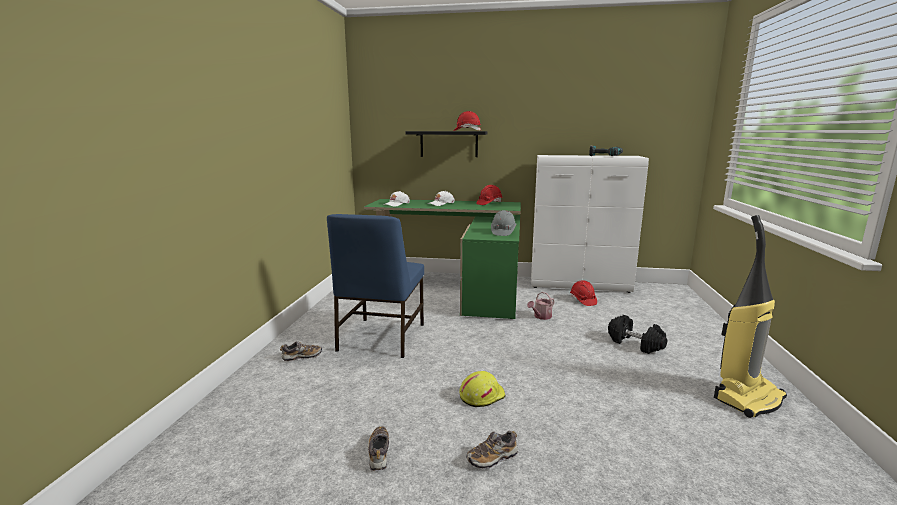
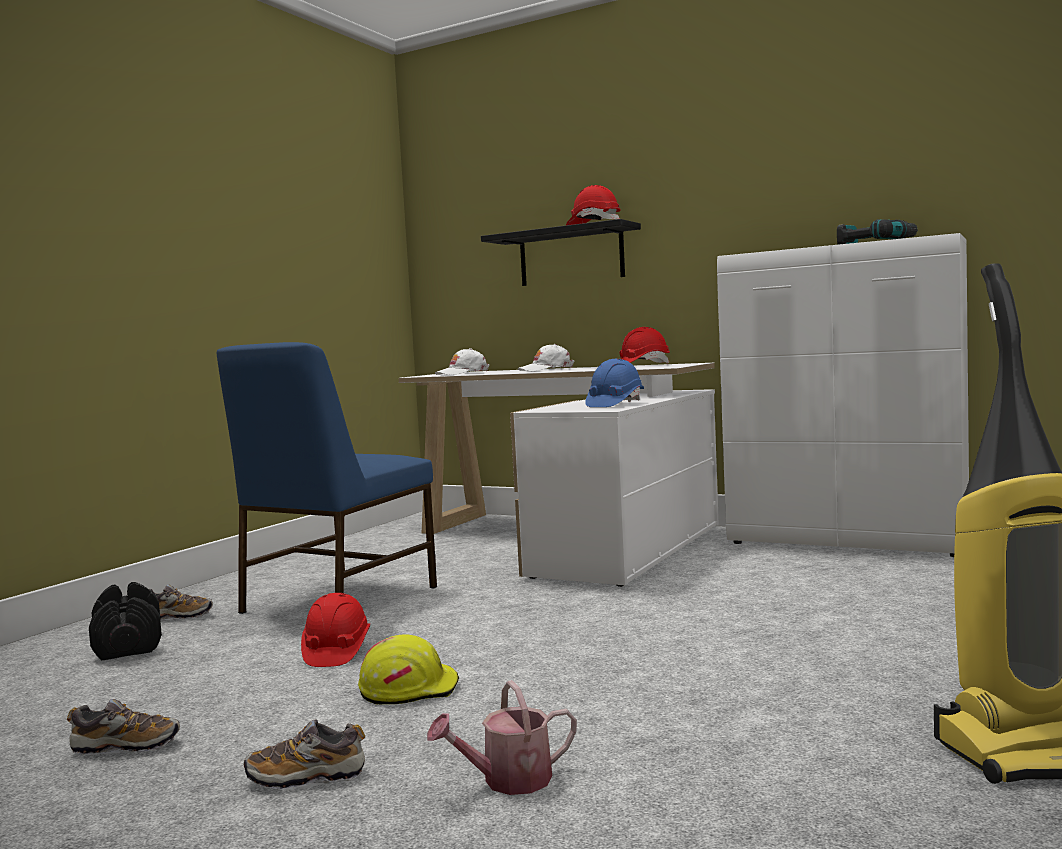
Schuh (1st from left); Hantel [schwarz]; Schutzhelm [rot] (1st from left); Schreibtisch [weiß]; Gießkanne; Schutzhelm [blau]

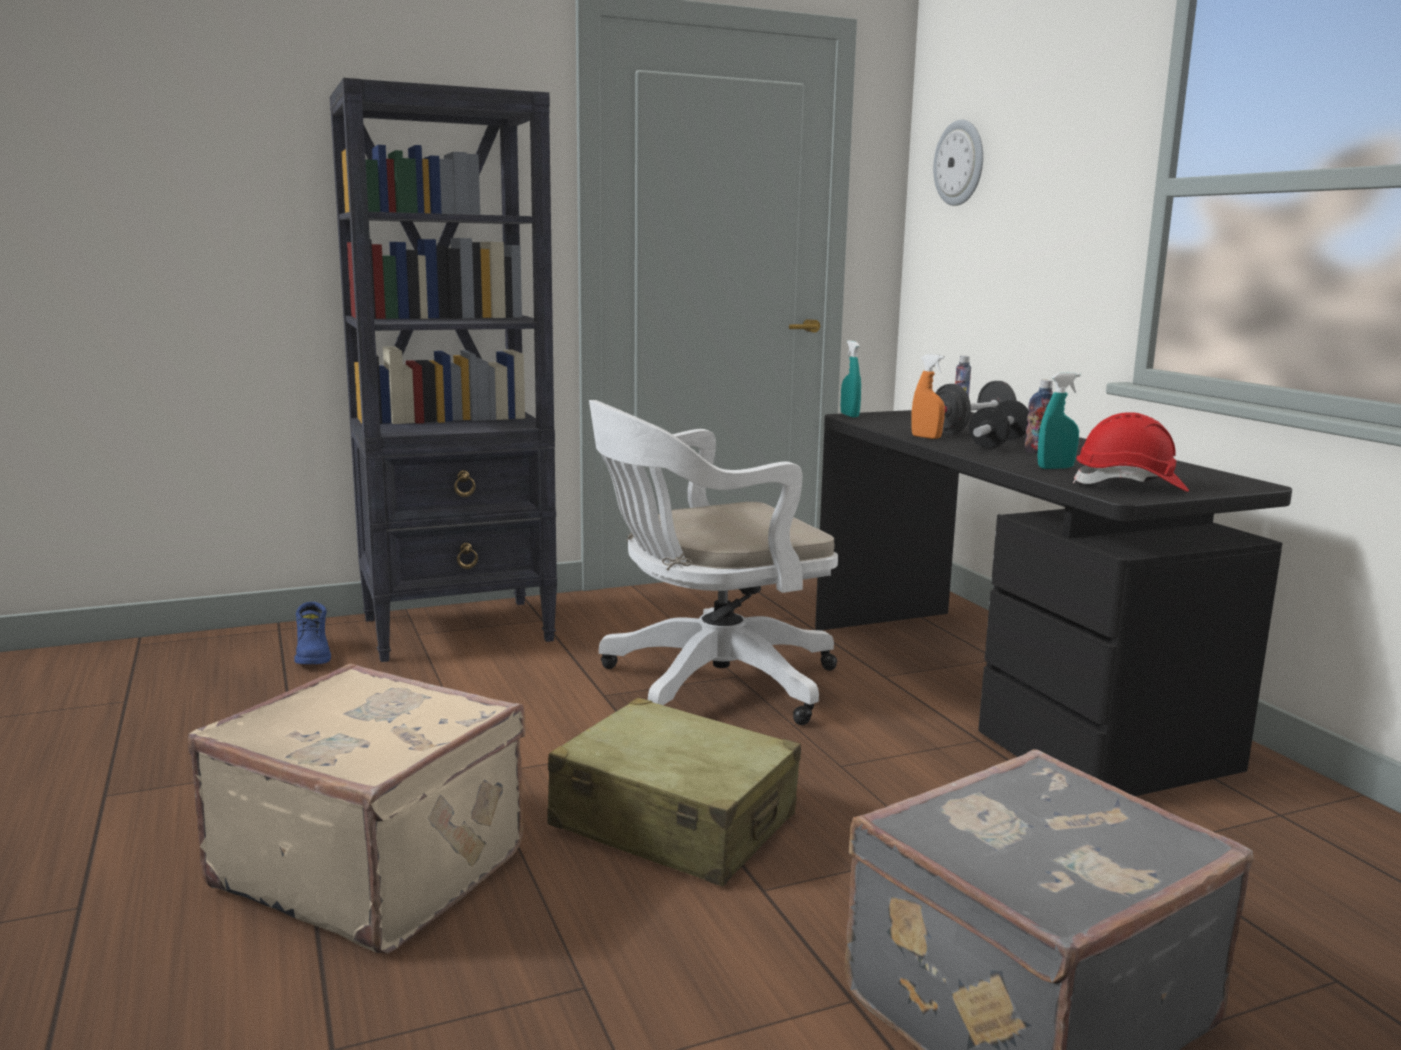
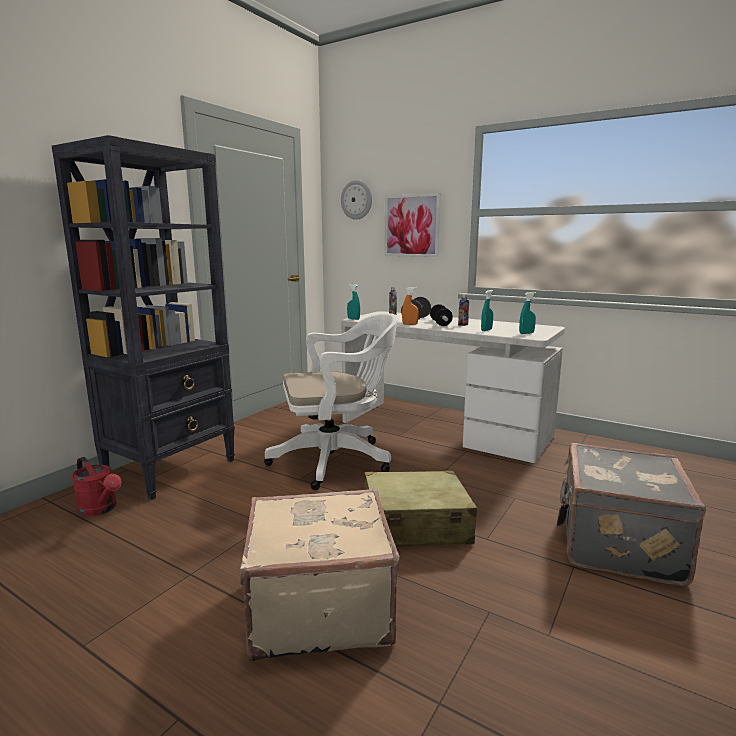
Gießkanne [rot]; Bürostuhl [weiß]; Schreibtisch [weiß]; Bild; Sprühflasche [türkis] (3rd from left)

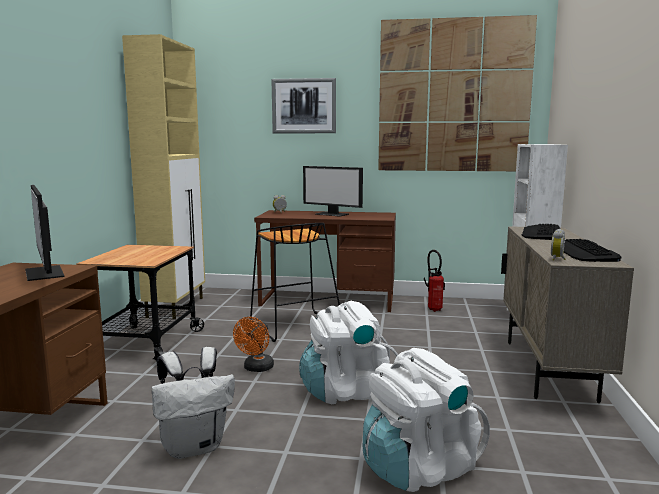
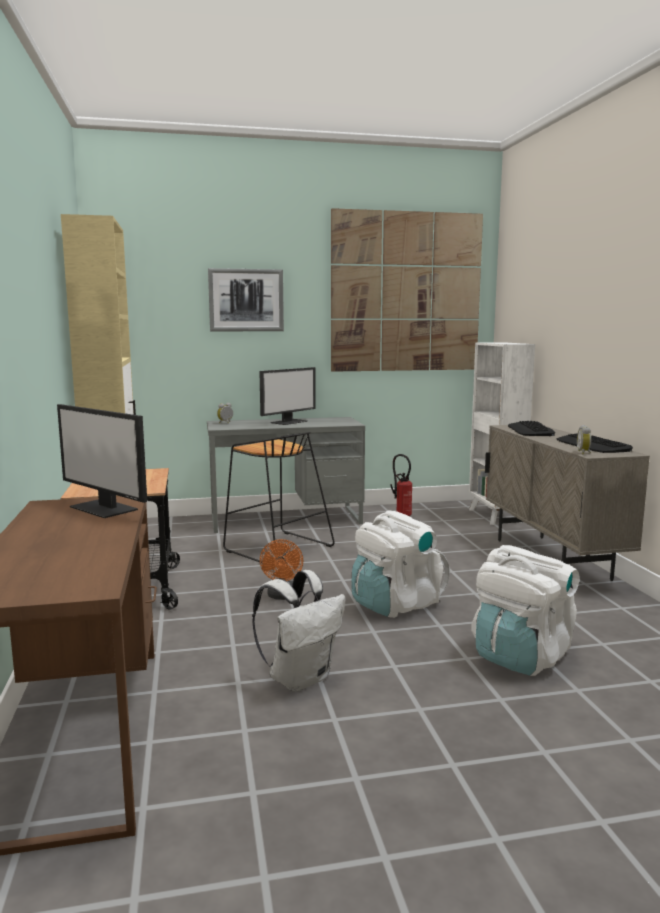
Schreibtisch [grau]; Monitor (2nd from left)

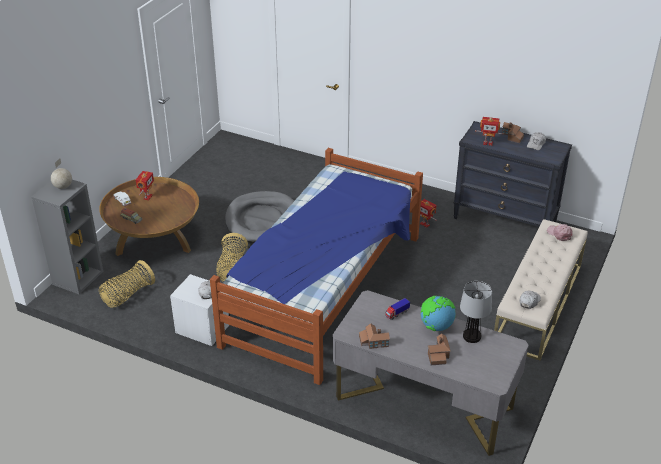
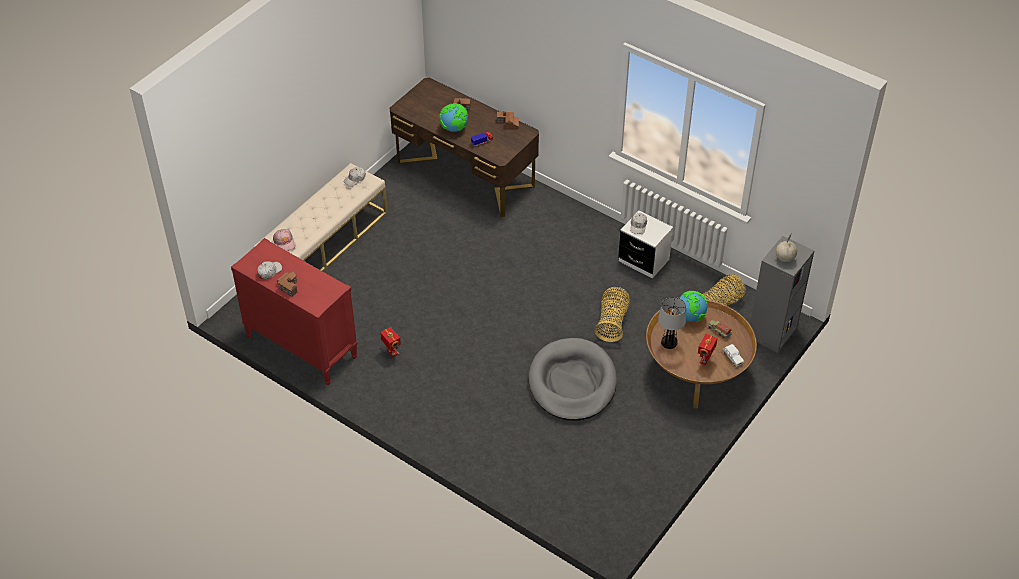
Kommode [rot]; Schreibtisch [braun]; Tischlampe; Globus (2nd from left); Bett; Spielzeugroboter (3rd from left in the first image)

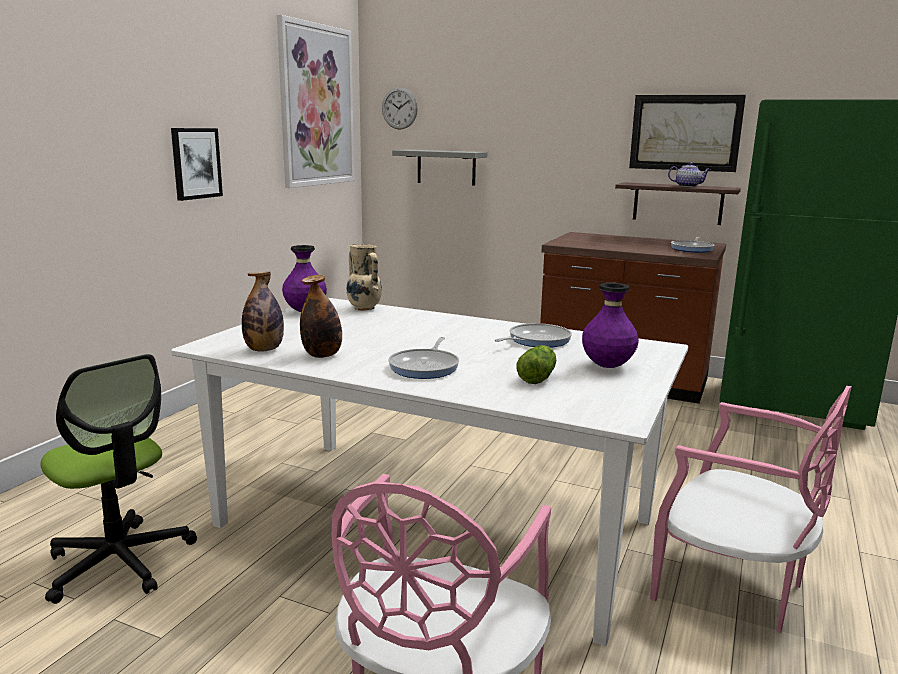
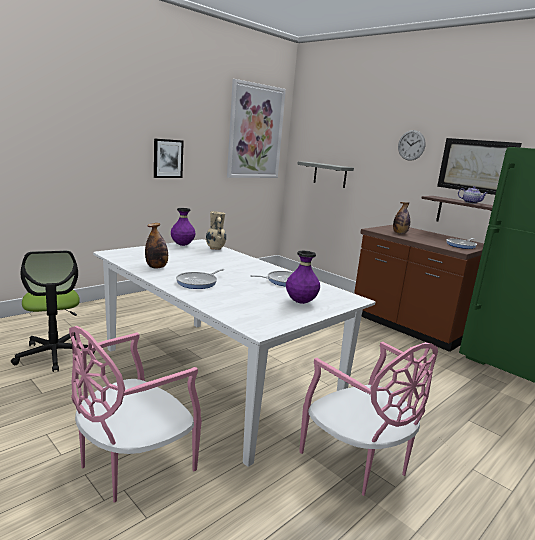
Flasche (2nd from left); Wanduhr; Salatkopf

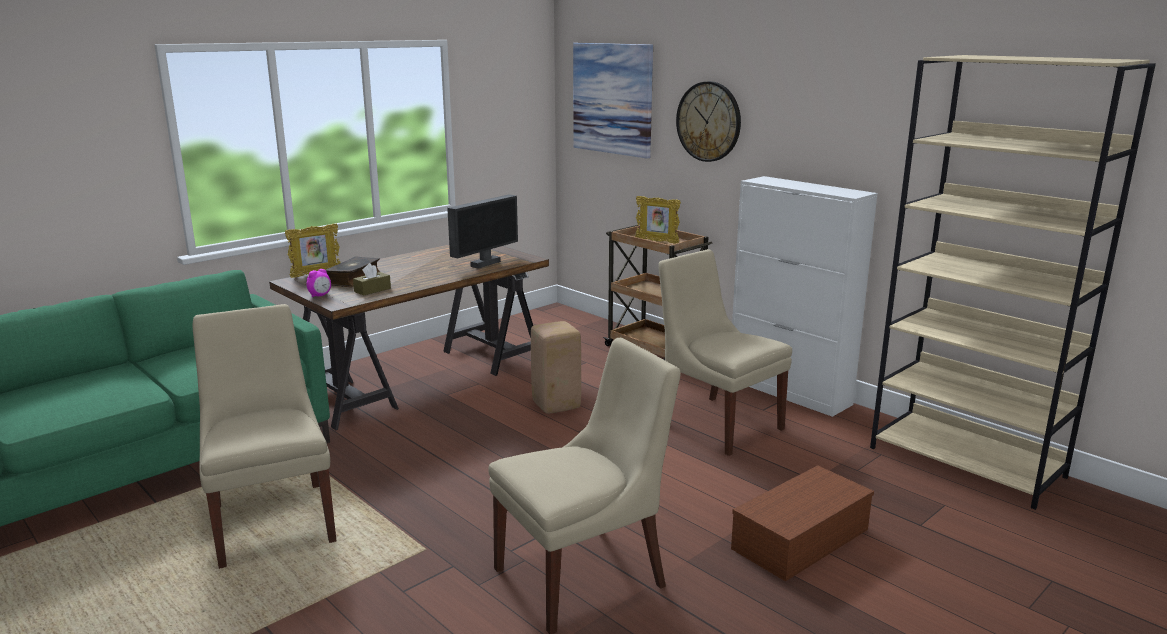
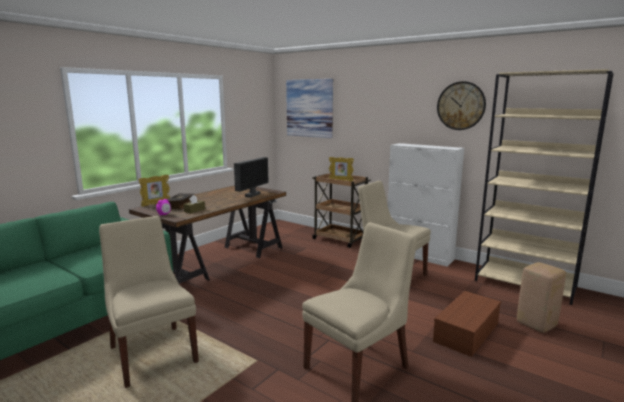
Wanduhr; Hocker [beige]

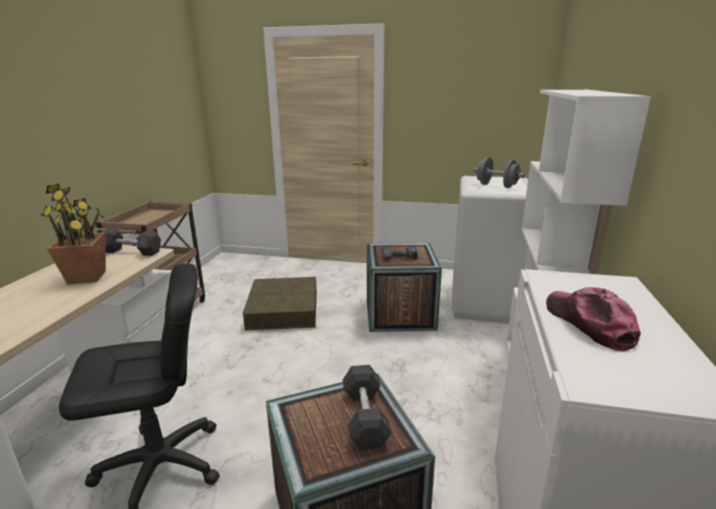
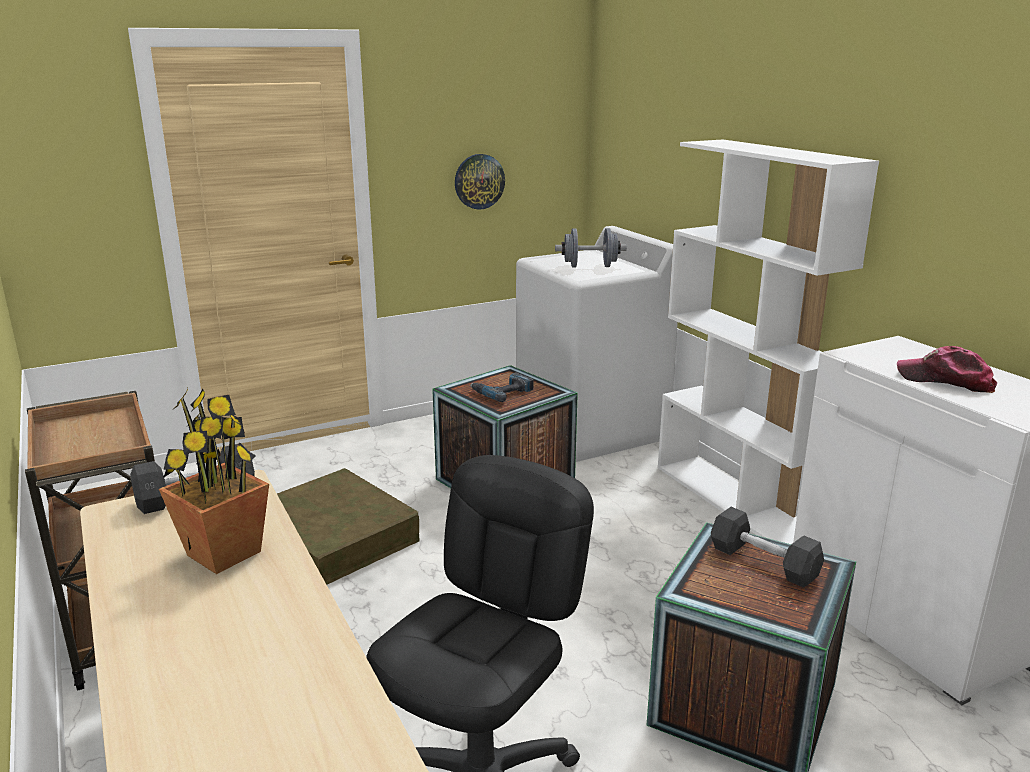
Wanduhr

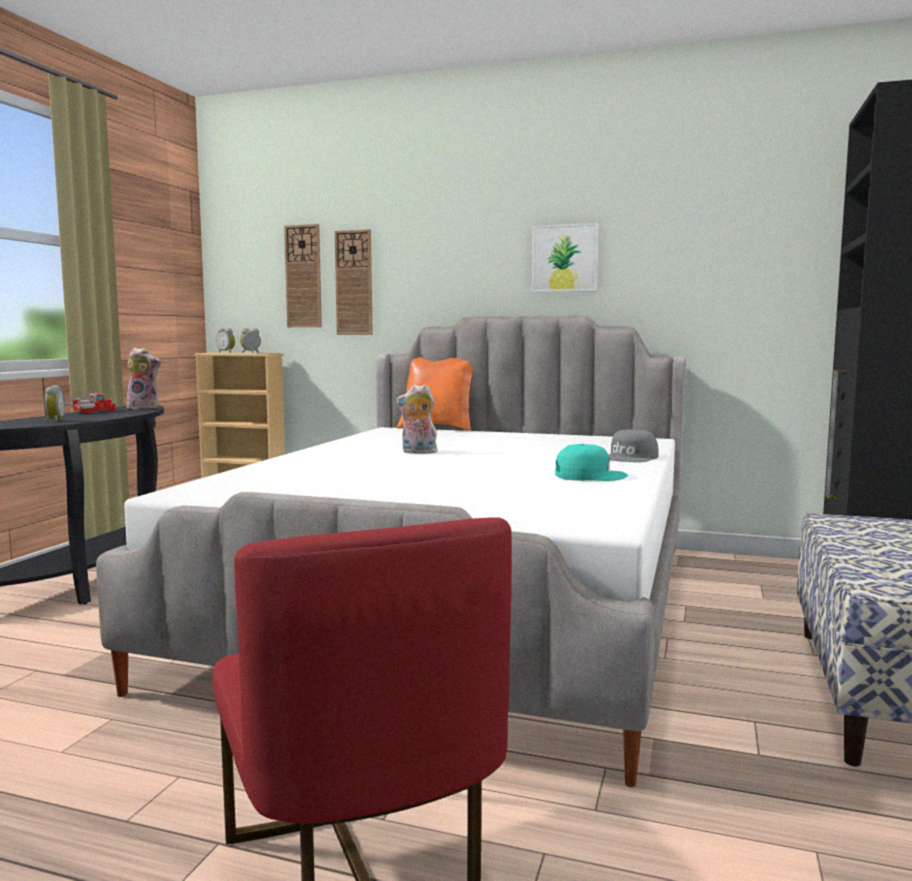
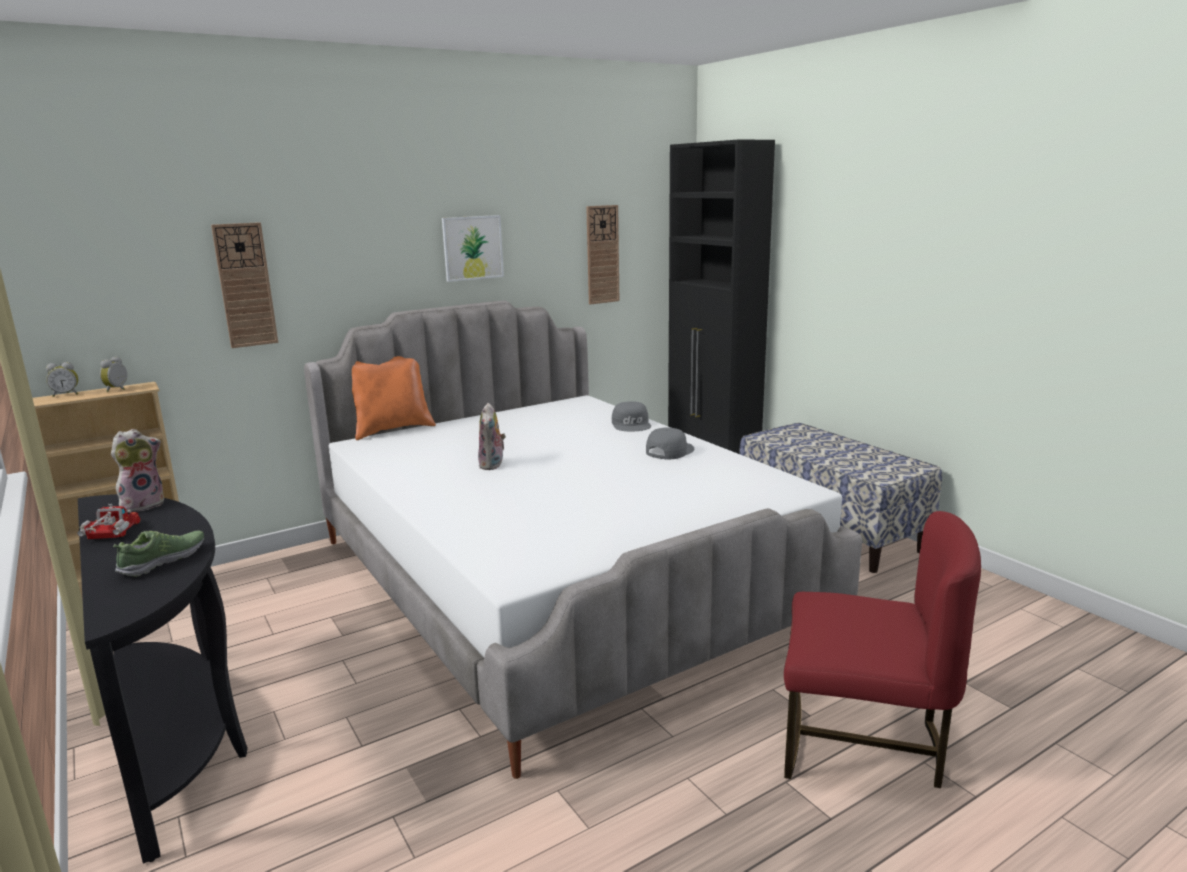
Schuh; Plüschtier (2nd from left); Wanduhr (2nd from left); Kappe [grau] (2nd from left)

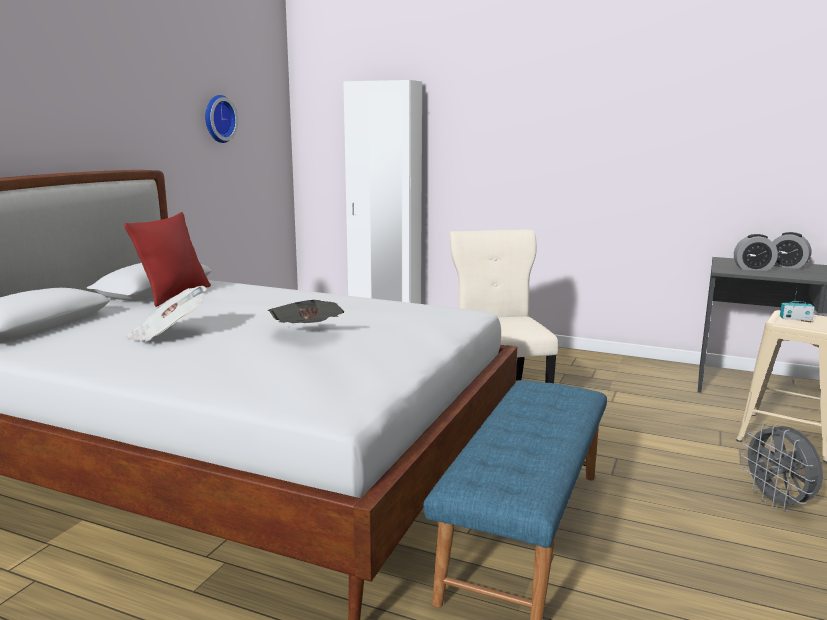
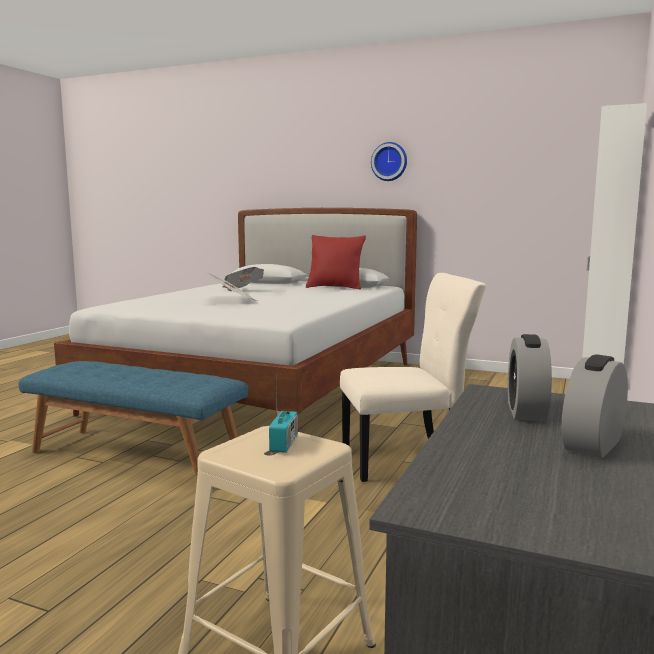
Wanduhr; Ventilator [grau]

